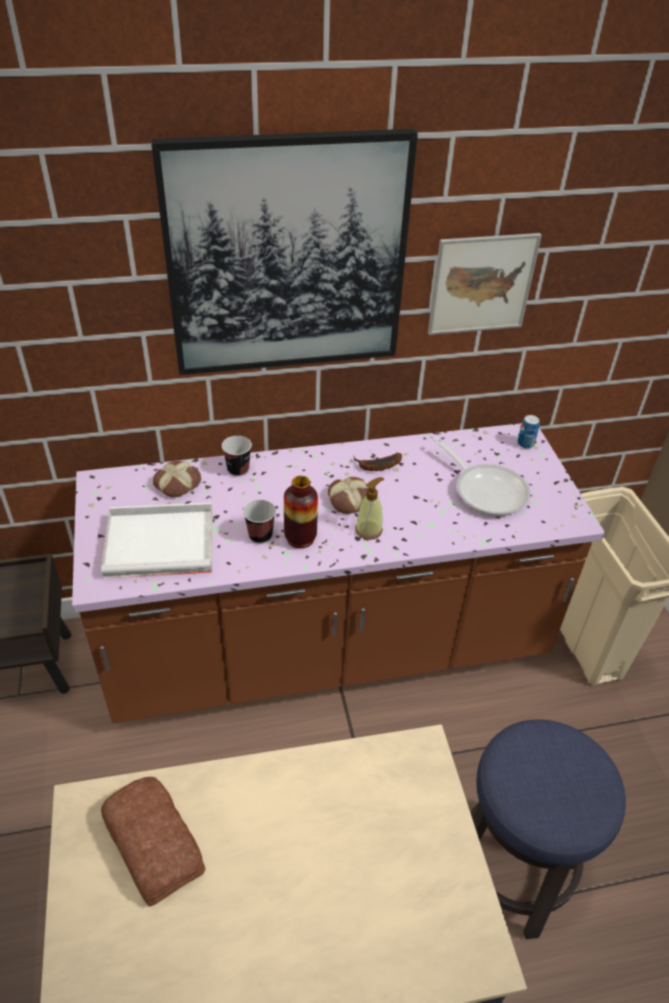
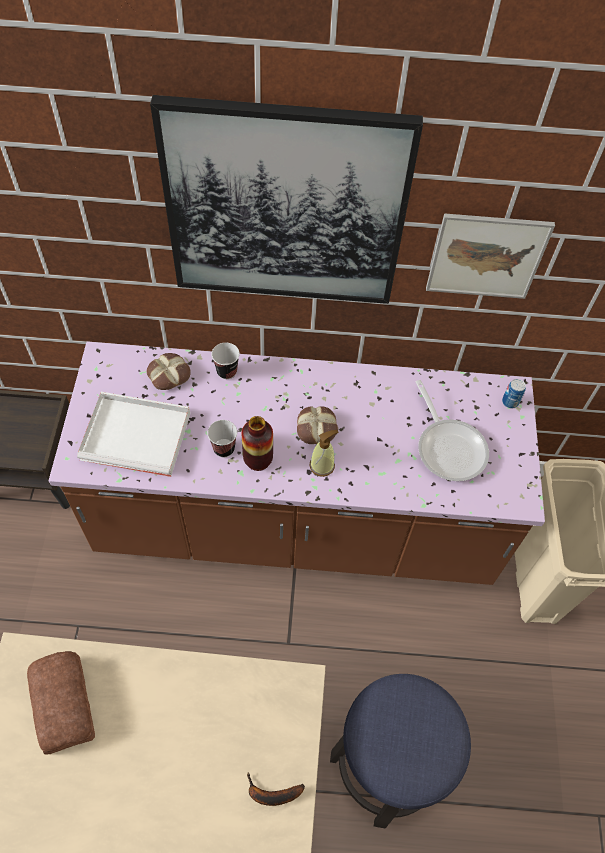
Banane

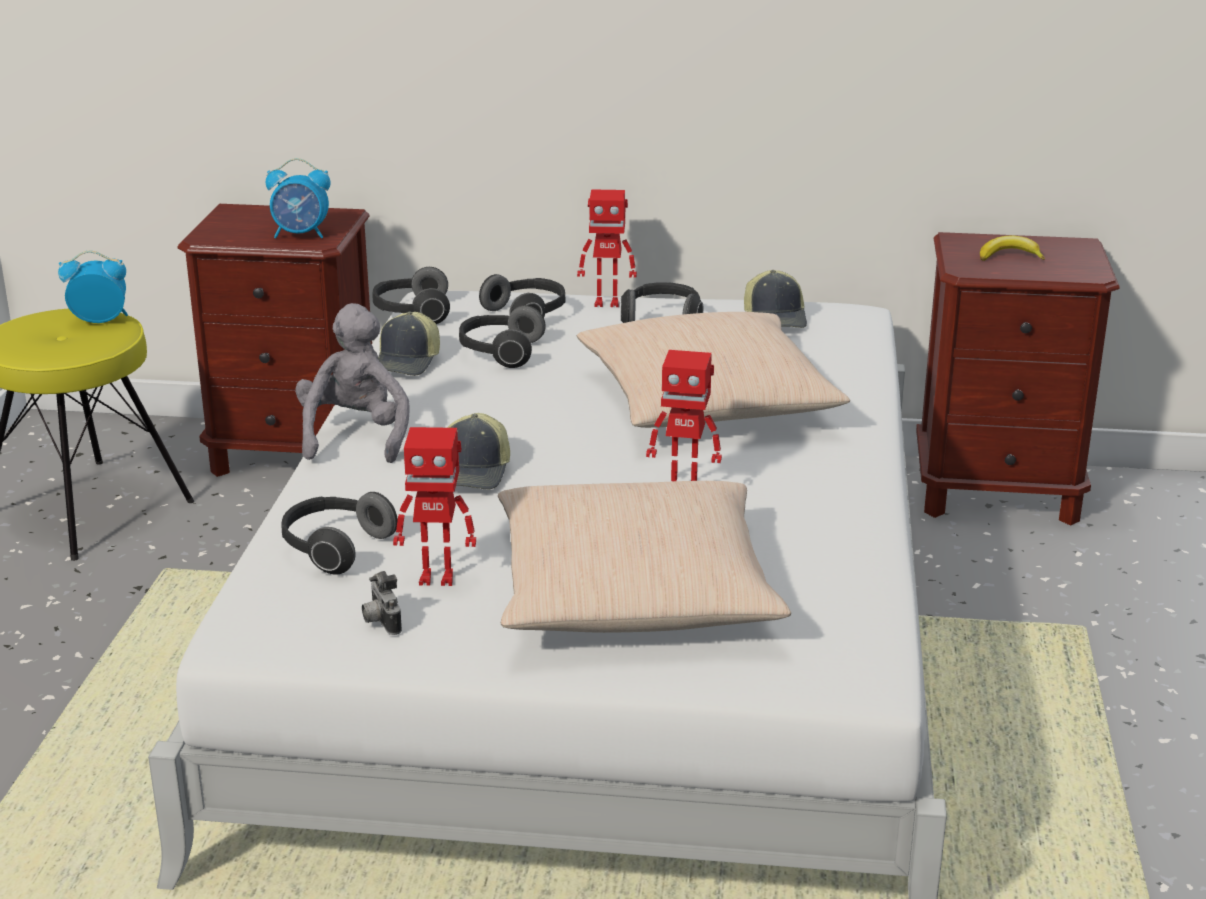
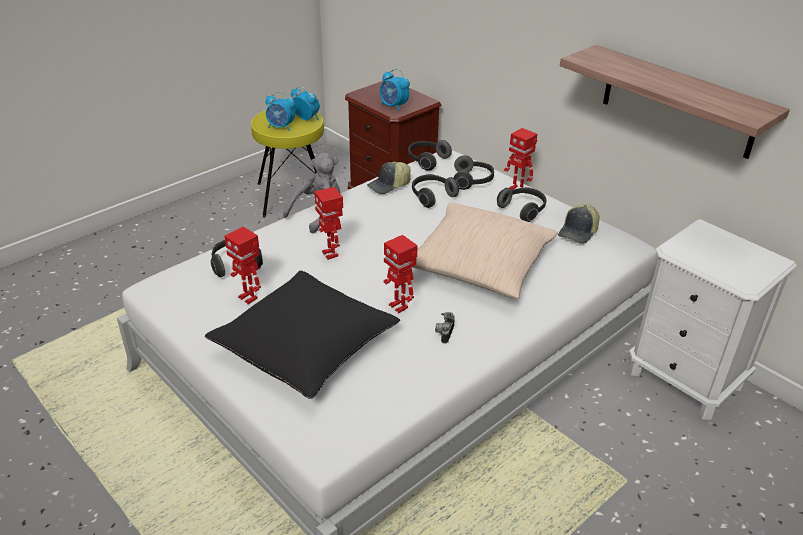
Kissen [schwarz]; Wecker (1st from left); Spielzeugroboter (2nd from left); Kamera; Wandregal; Nachttisch [weiß]; Banane

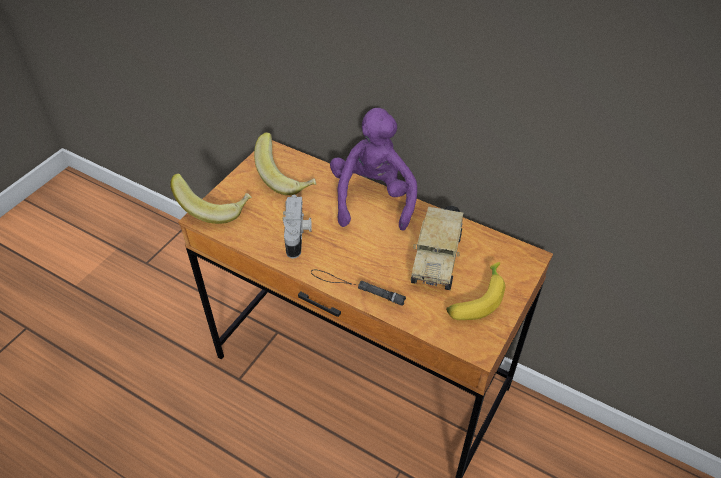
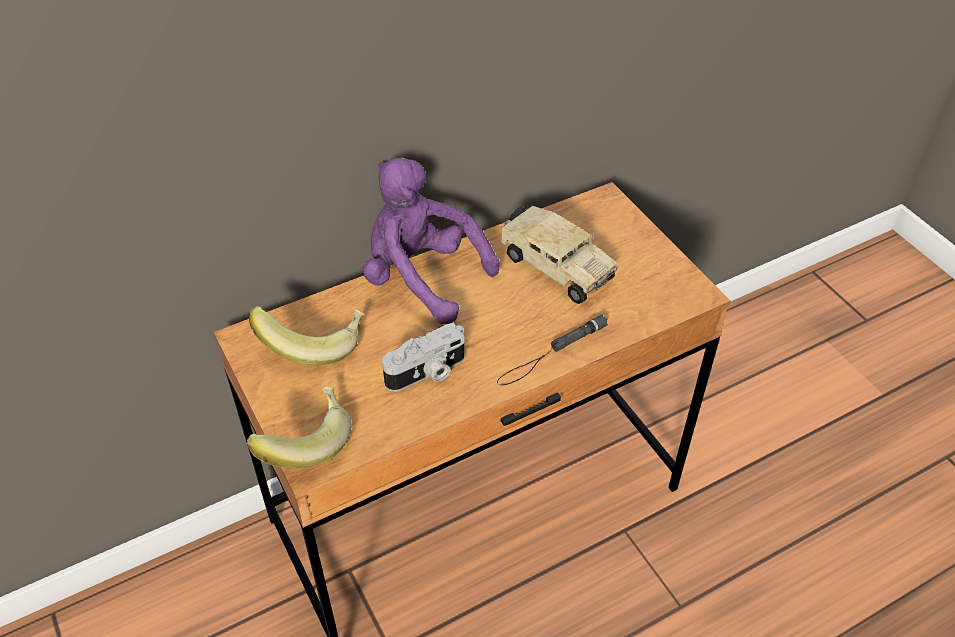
Kamera; Banane (3rd from left in the first image)

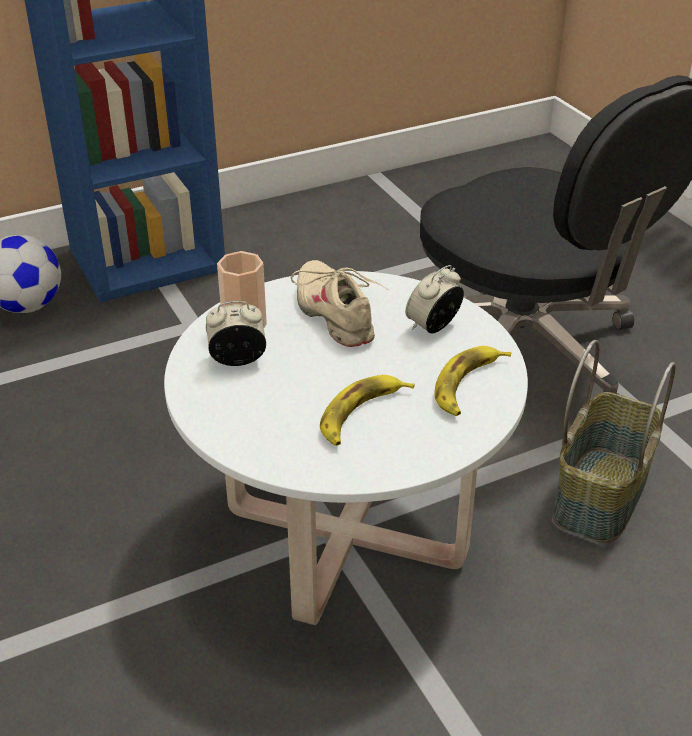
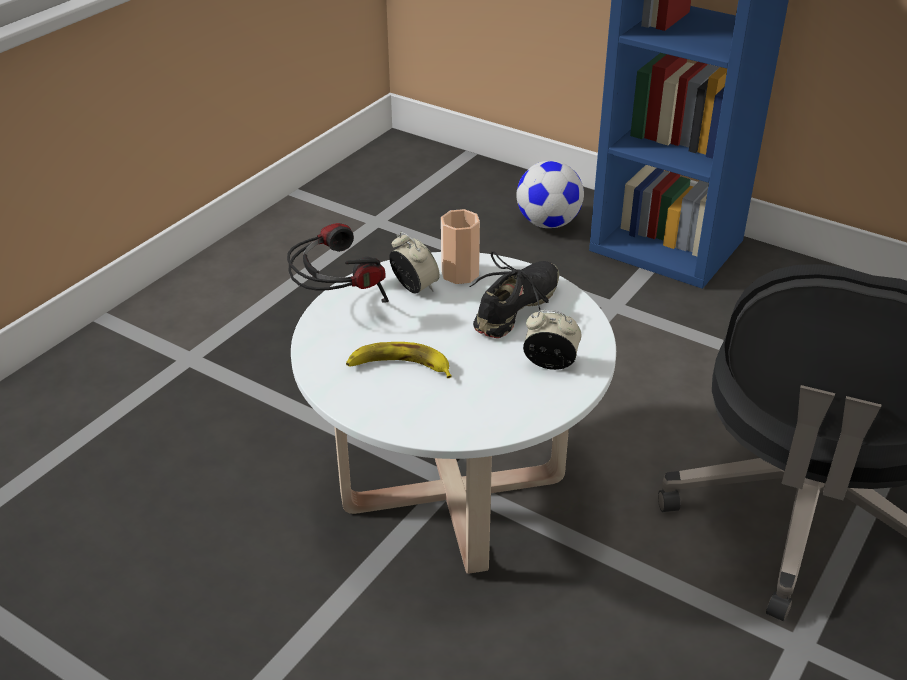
Kopfhörer; Schuh [schwarz]; Banane (2nd from left in the first image); Korb

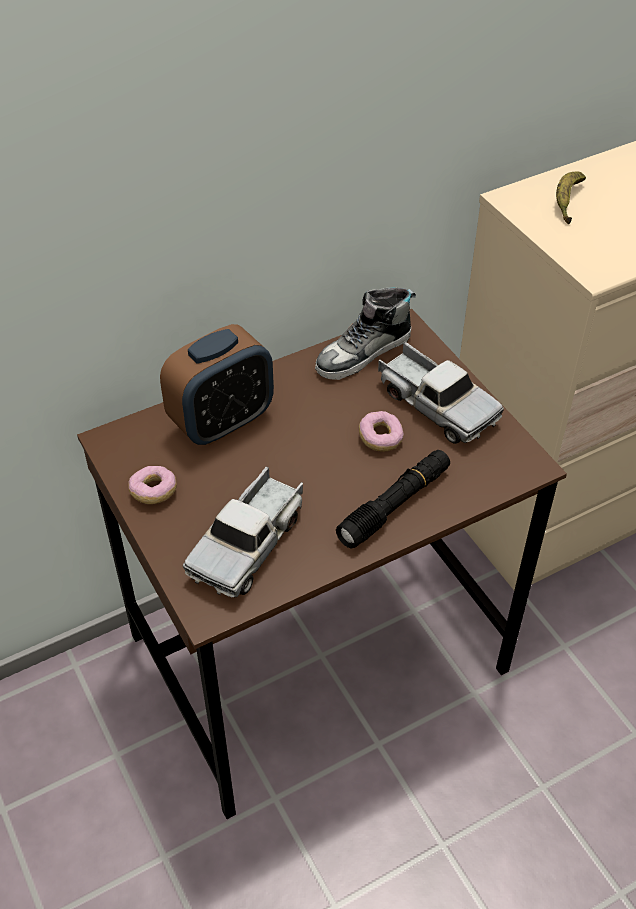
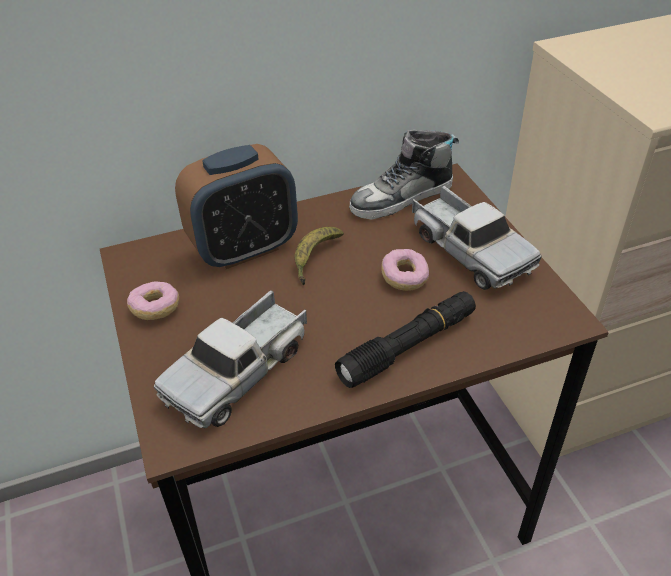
Banane

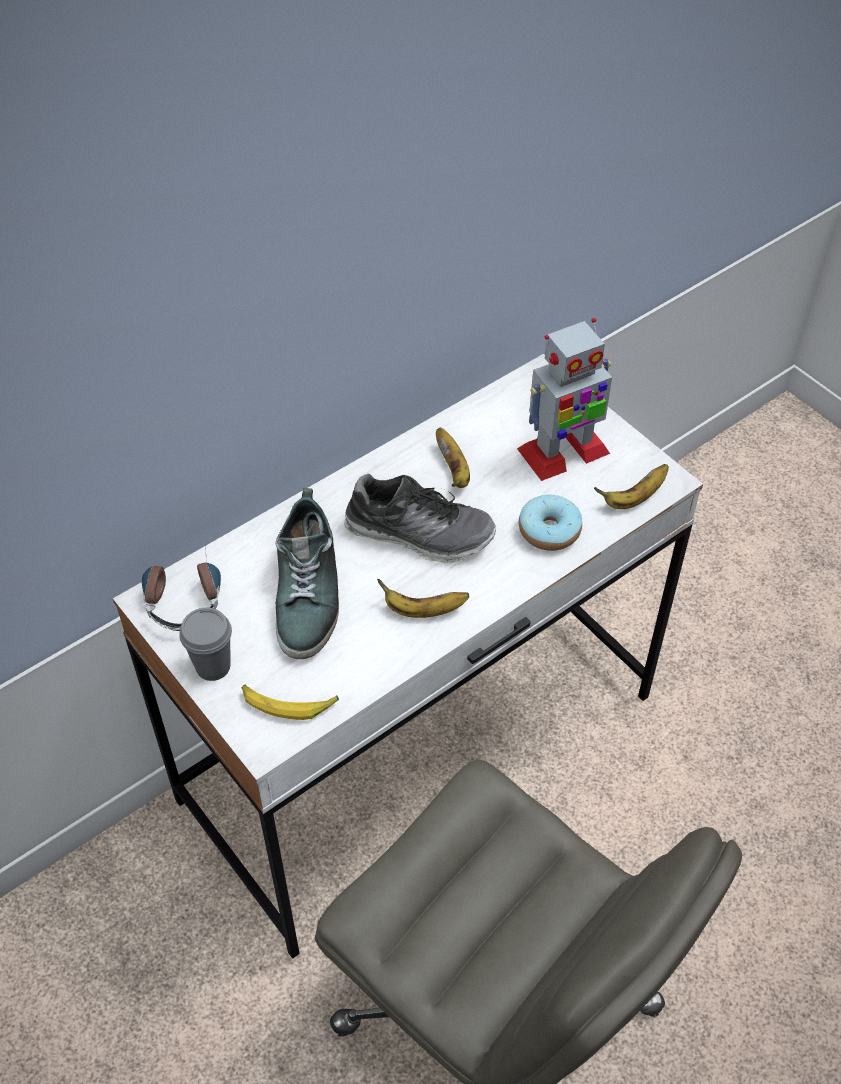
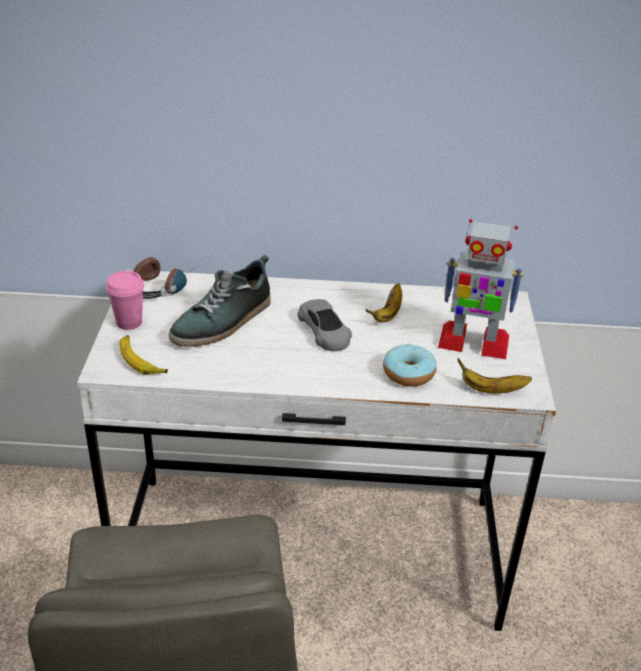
Tasse [rosa]; Spielzeugauto [grau]; Banane (2nd from left in the first image)

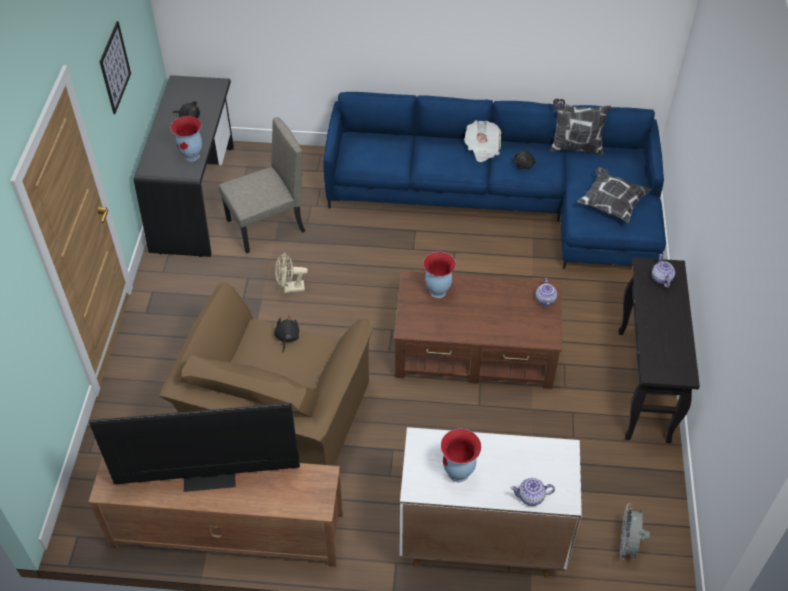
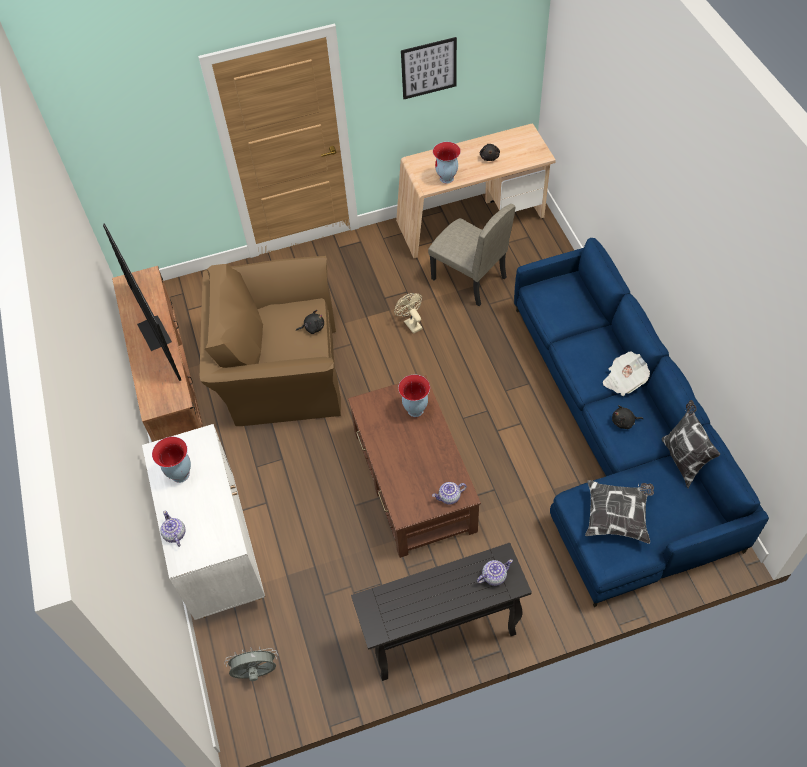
Schreibtisch [beige]

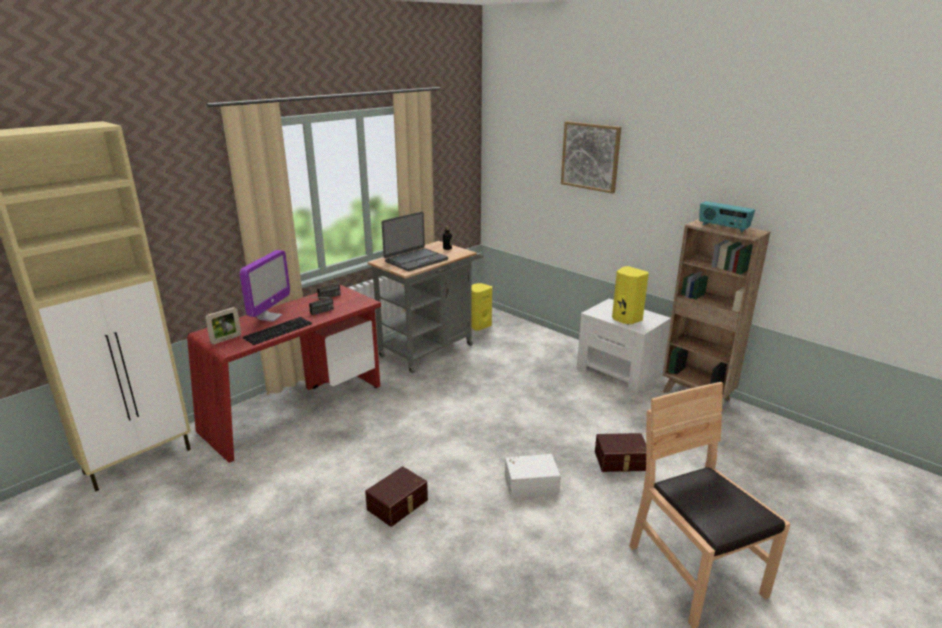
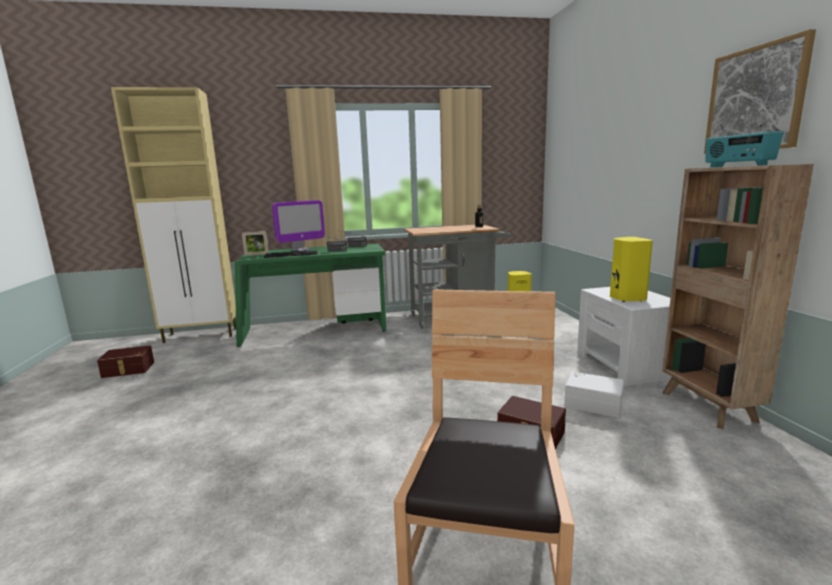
Aufbewahrungsbox [braun] (1st from left); Schreibtisch [grün]; Aufbewahrungsbox [weiß]; Bild; Laptop

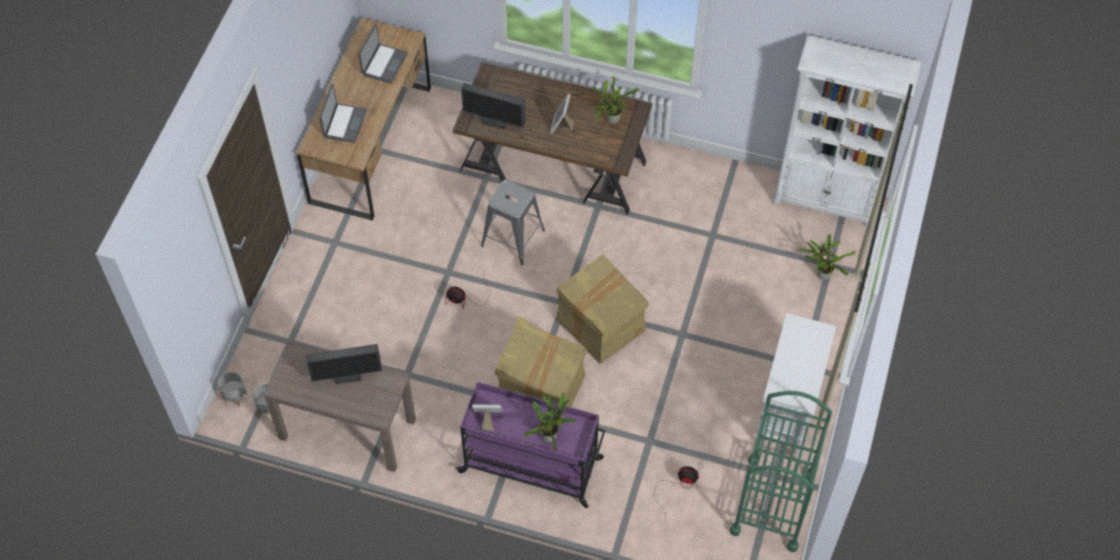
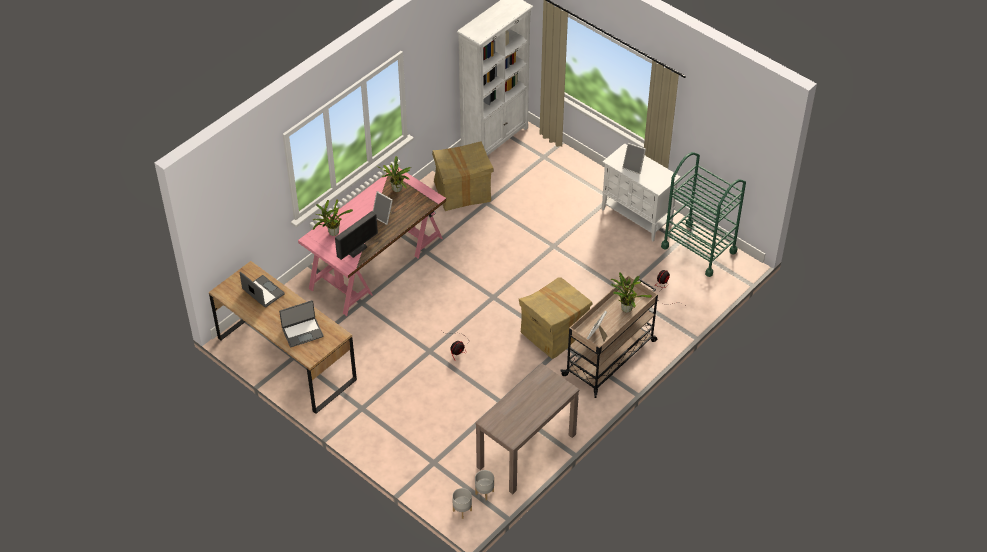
Laptop (2nd from left); Schreibtisch [rosa]; Topfpflanze (1st from left); Karton (1st from left); Rollwagen [beige]; Bilderrahmen (3rd from left); Monitor (1st from left in the first image); Hocker [grau]

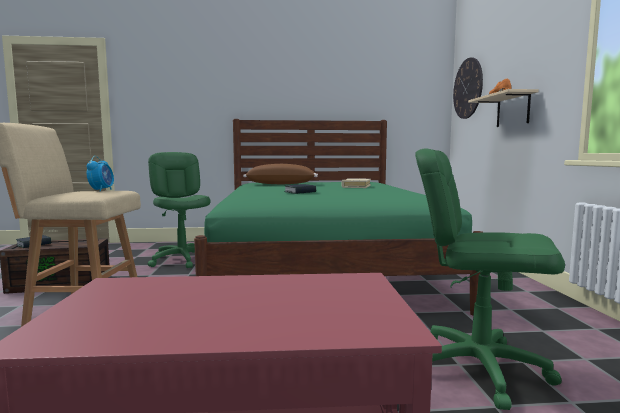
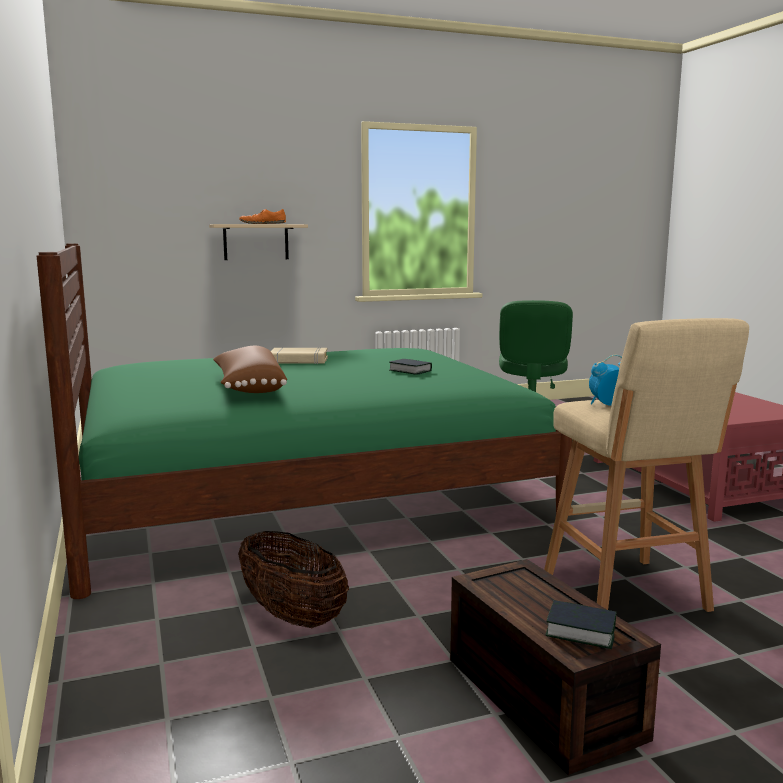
Korb; Wanduhr

